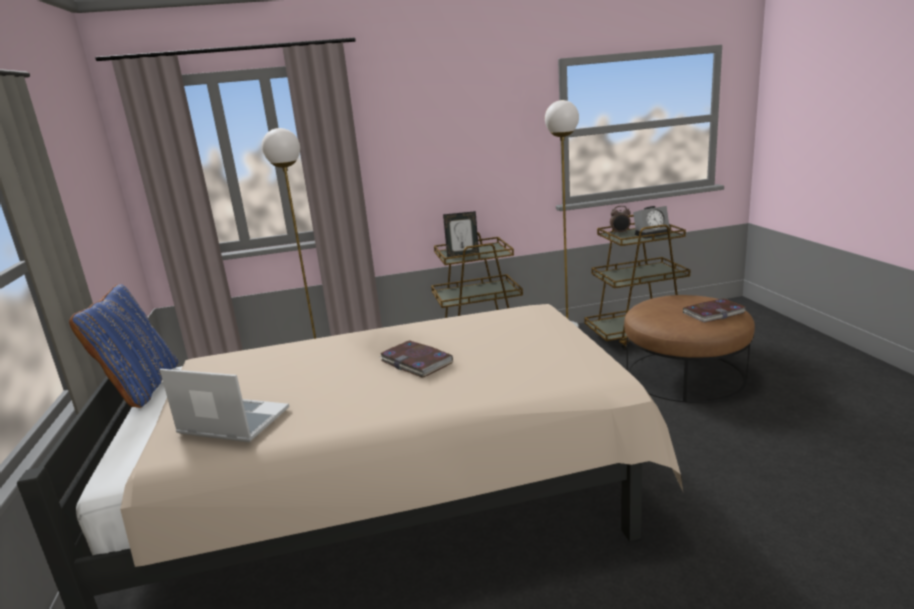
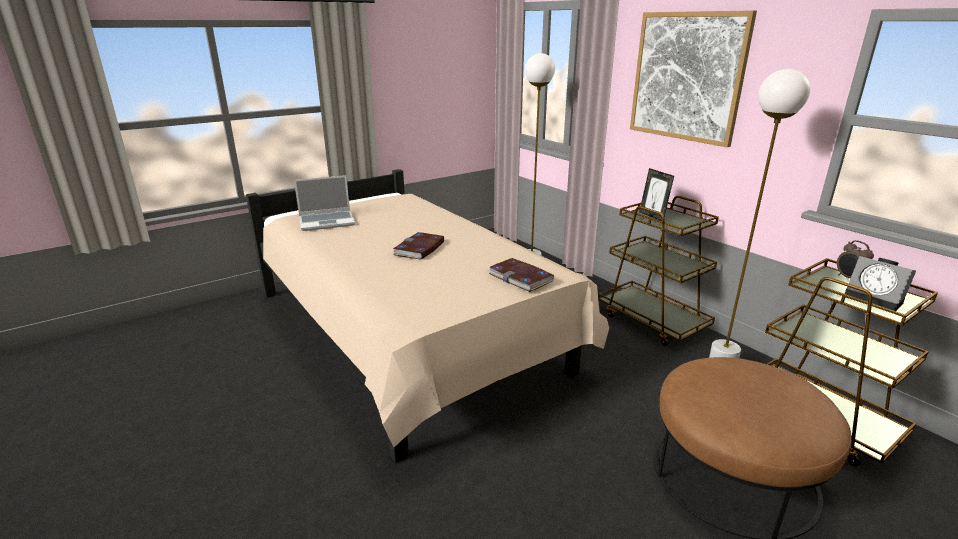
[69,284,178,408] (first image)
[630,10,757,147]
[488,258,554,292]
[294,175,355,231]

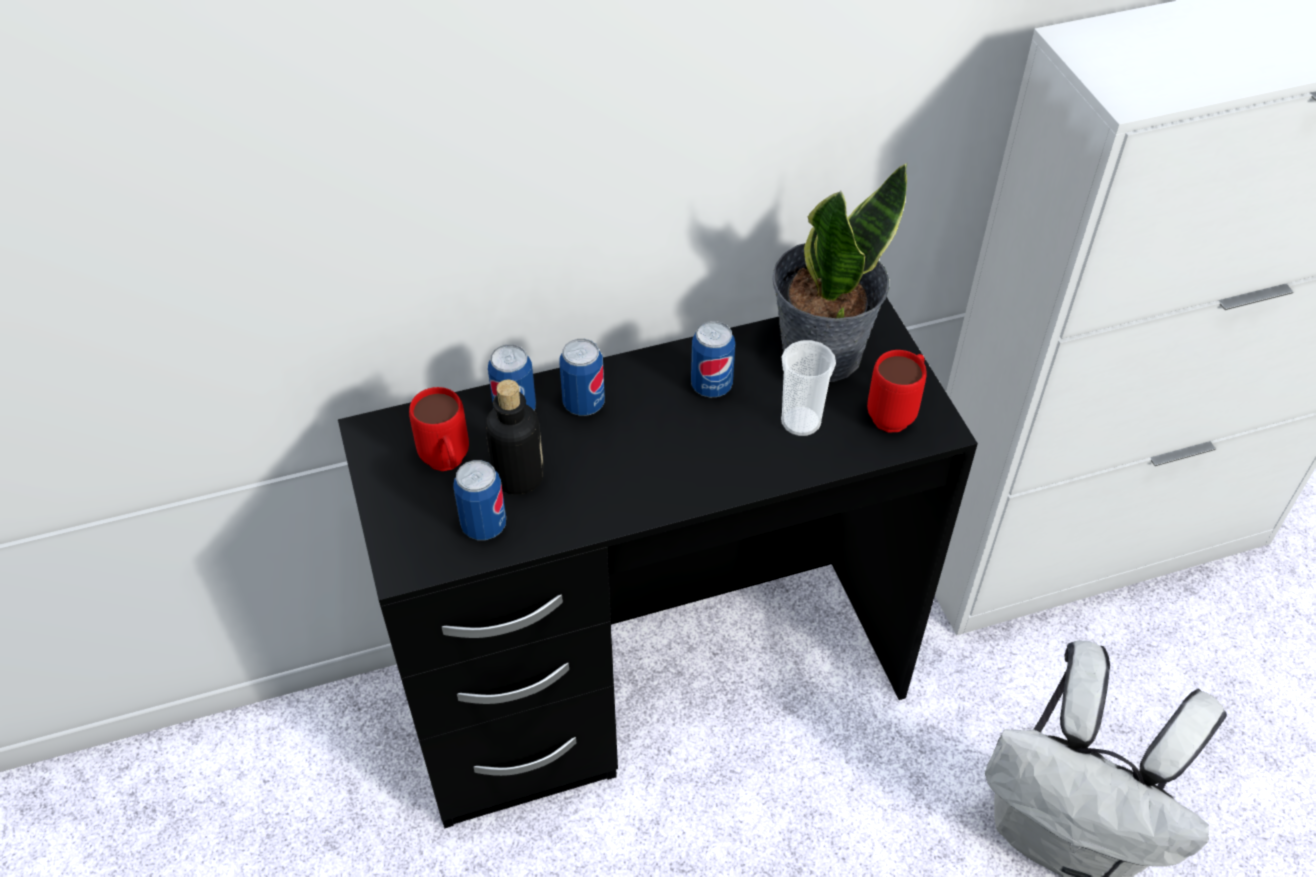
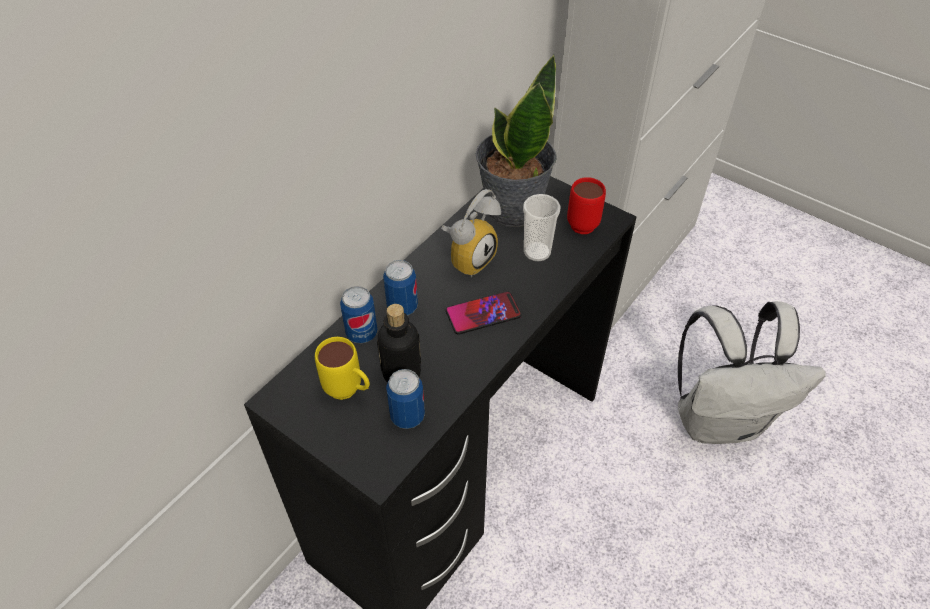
[446,291,521,335]
[441,189,501,277]
[315,337,370,400]

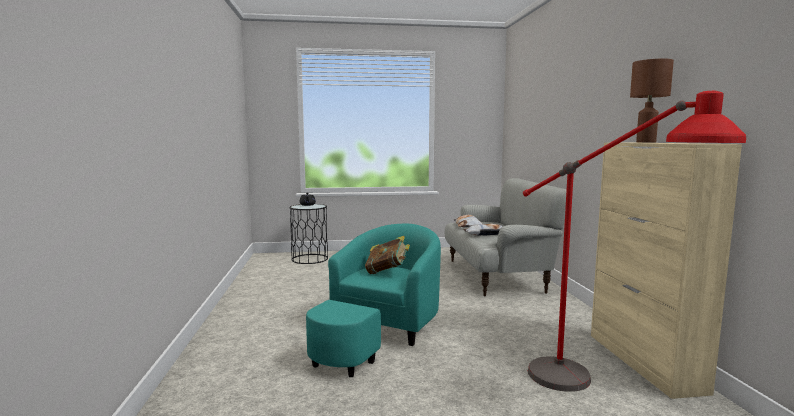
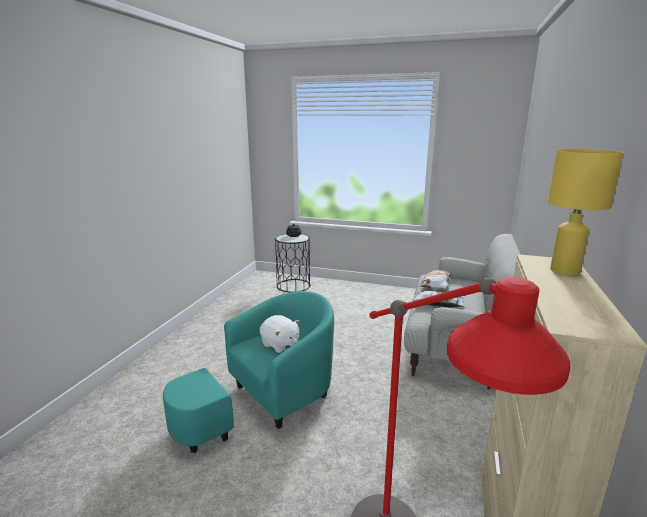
[260,315,300,353]
[547,149,624,276]

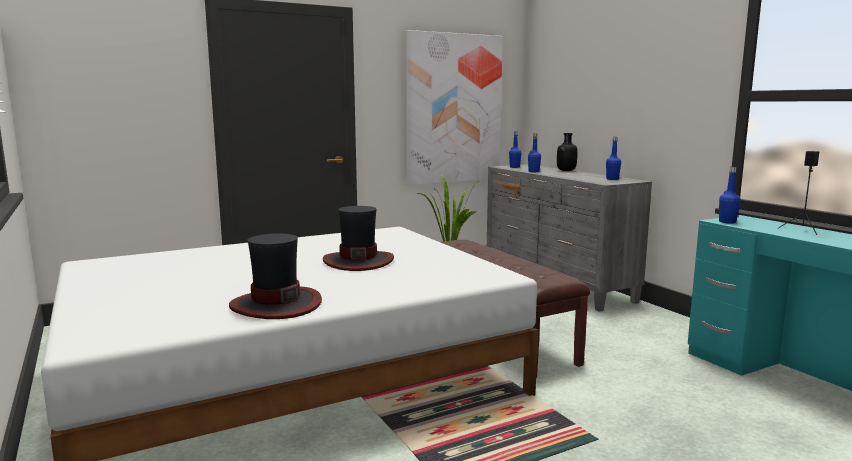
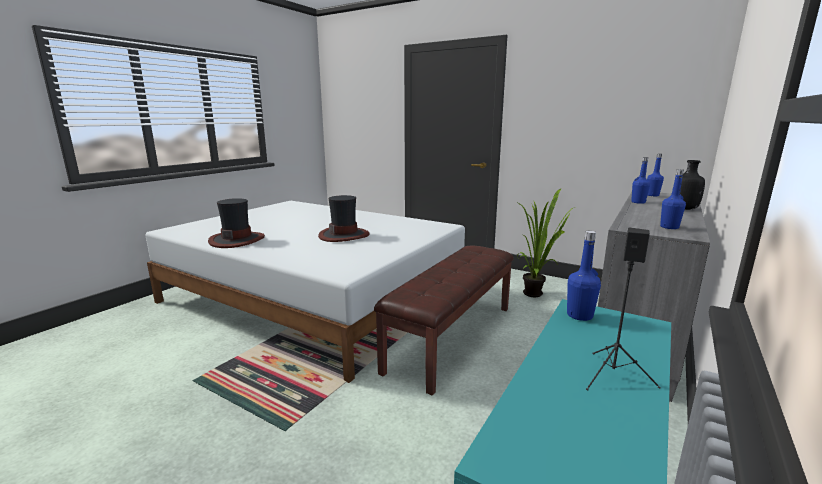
[405,30,503,185] (first image)

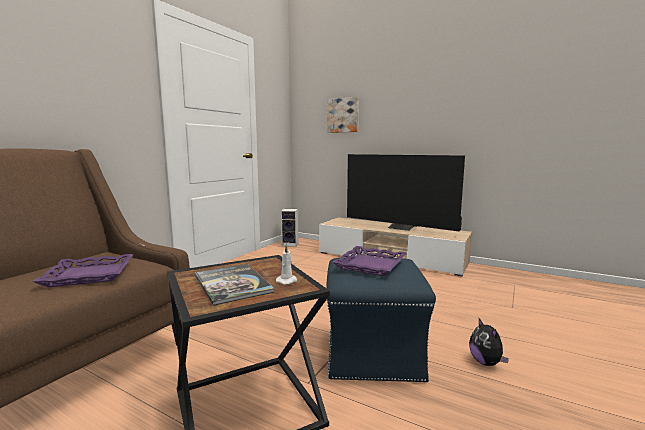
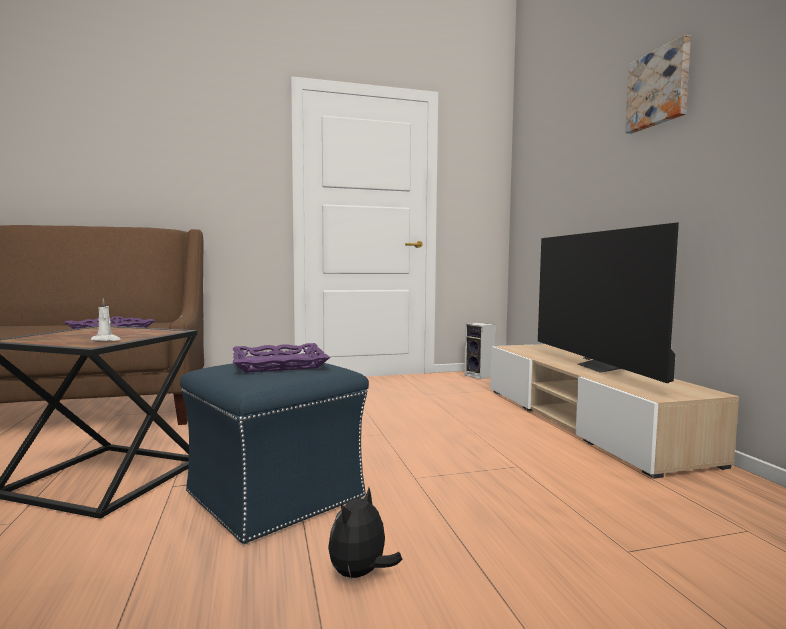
[195,264,275,306] (first image)
[625,35,691,134]

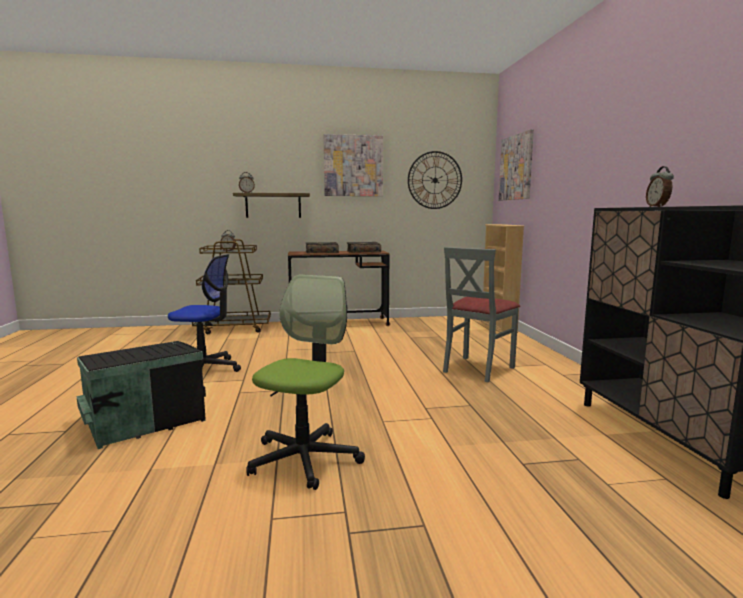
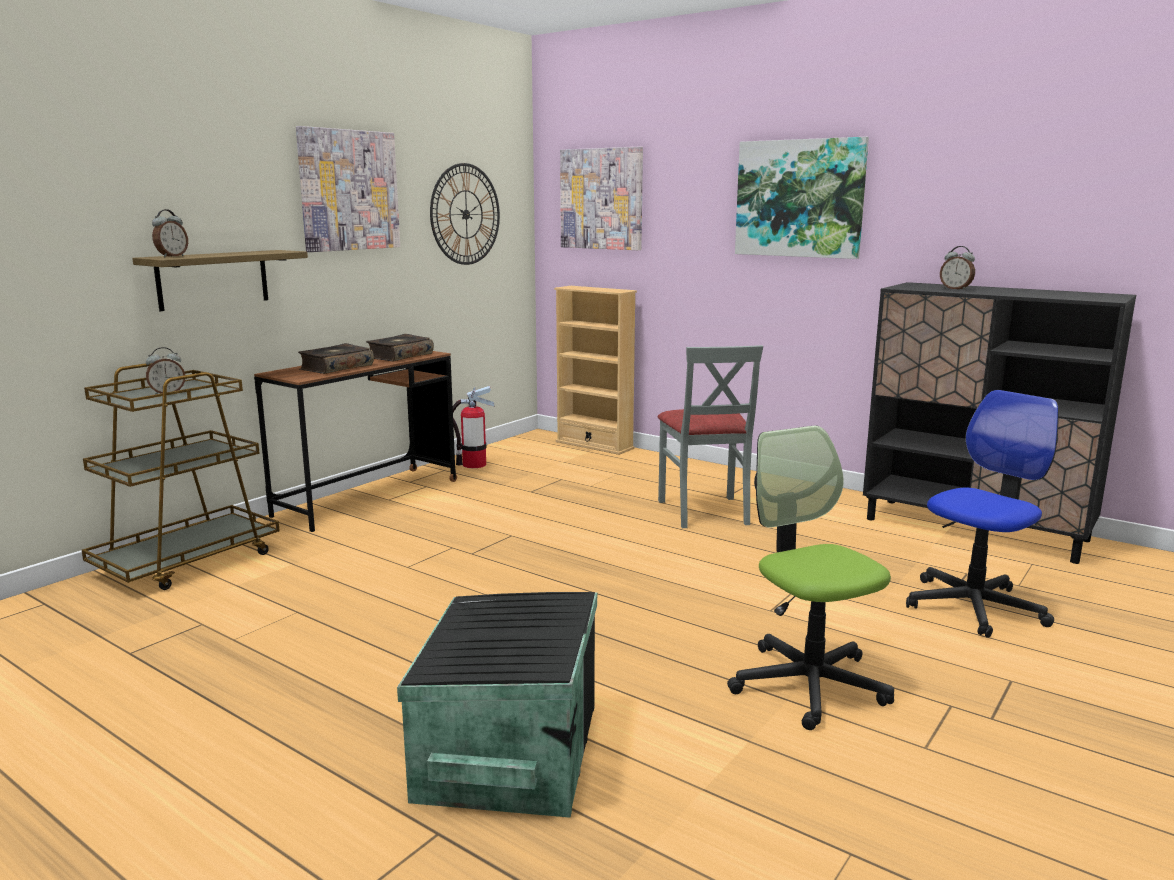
[453,386,494,468]
[735,137,869,259]
[906,390,1059,638]

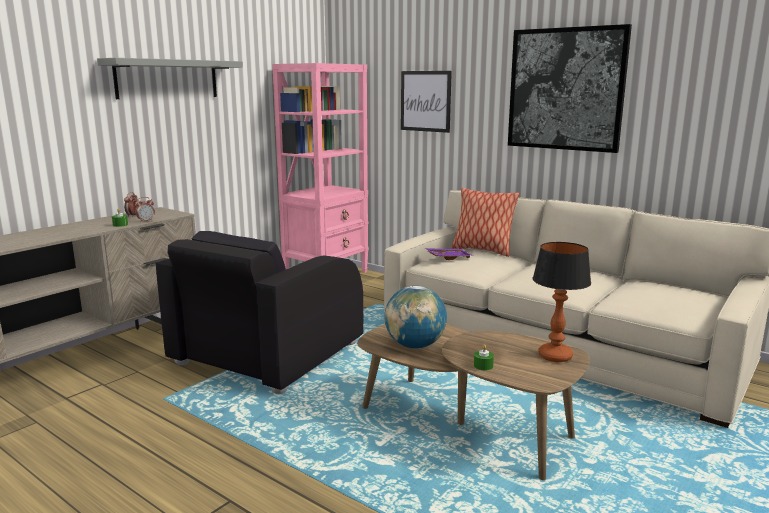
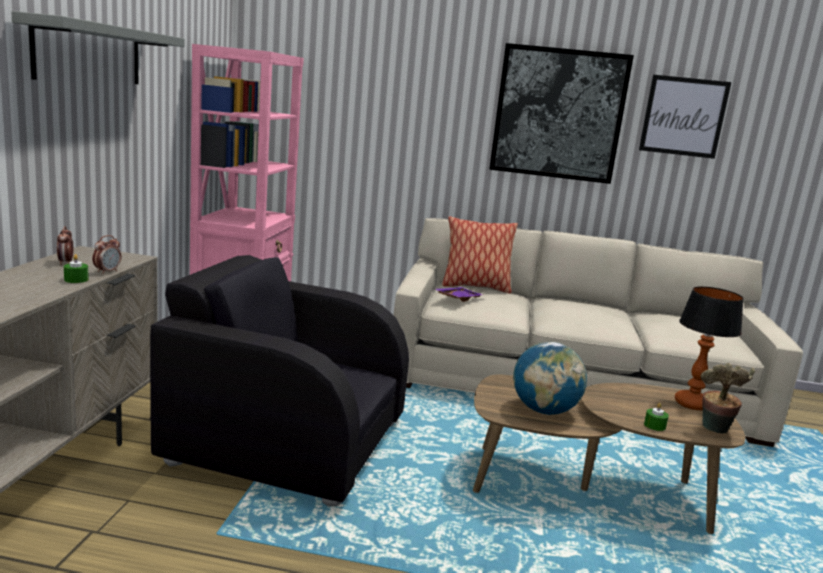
[700,363,755,434]
[639,75,732,159]
[150,255,409,506]

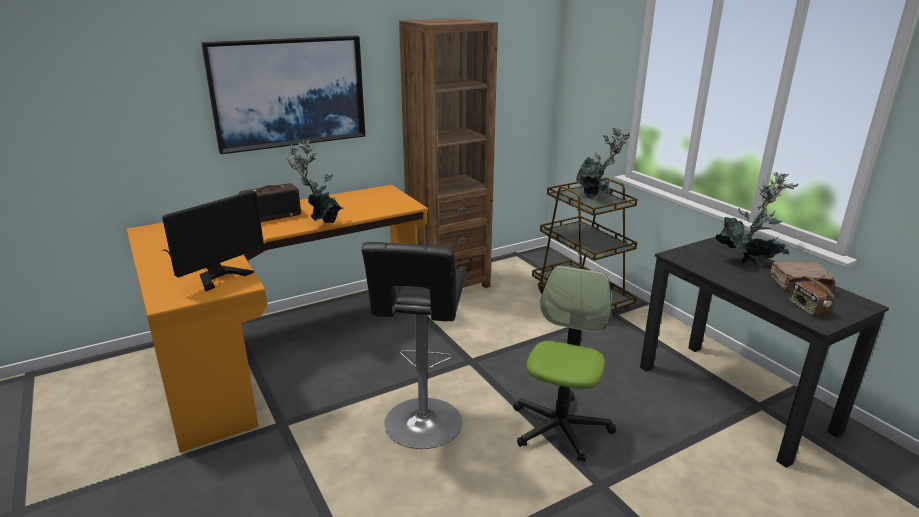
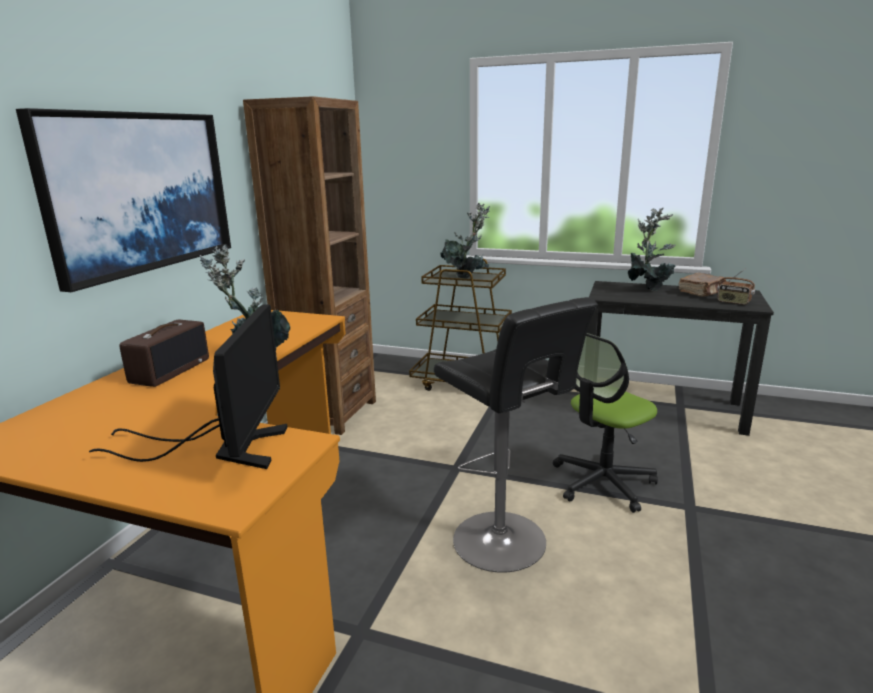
[553,333,658,513]

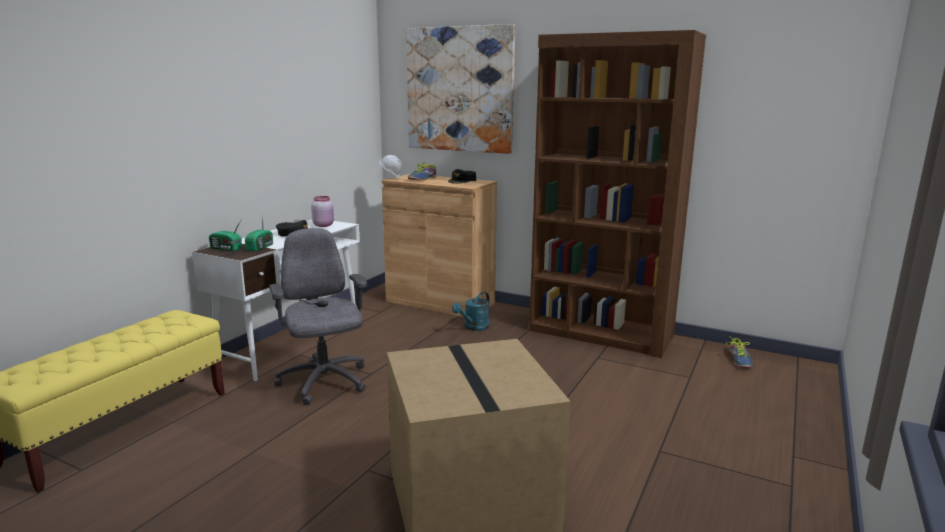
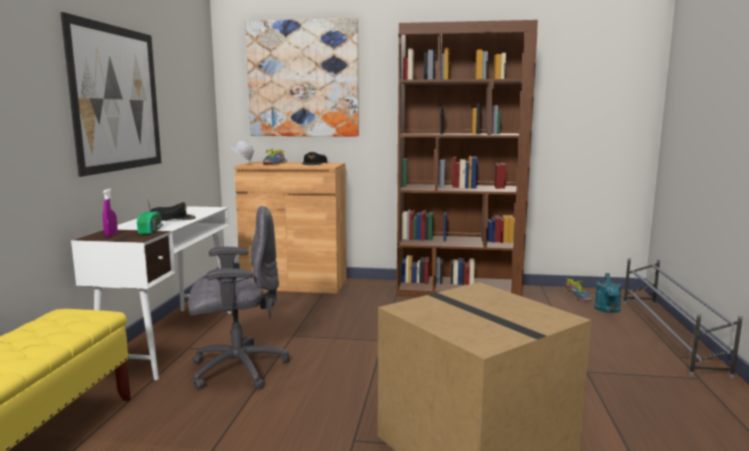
[311,196,334,227] (first image)
[60,12,161,177]
[623,258,743,378]
[594,273,622,313]
[103,189,118,237]
[188,206,289,390]

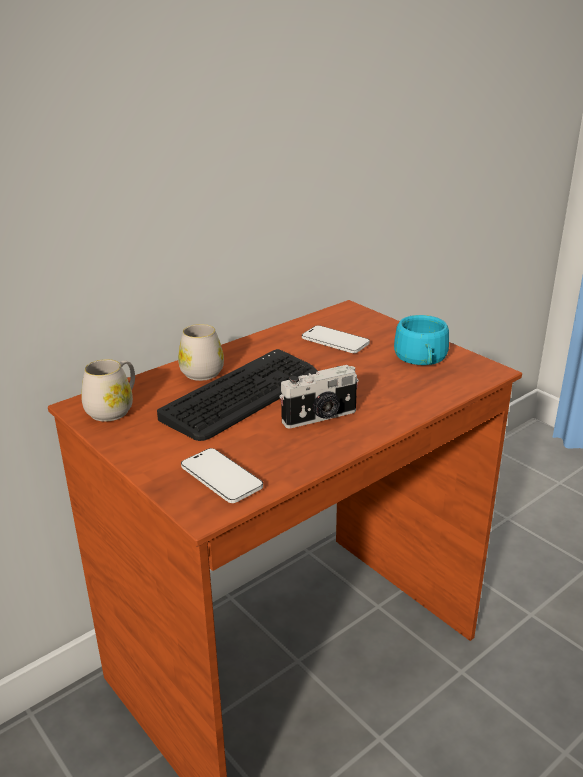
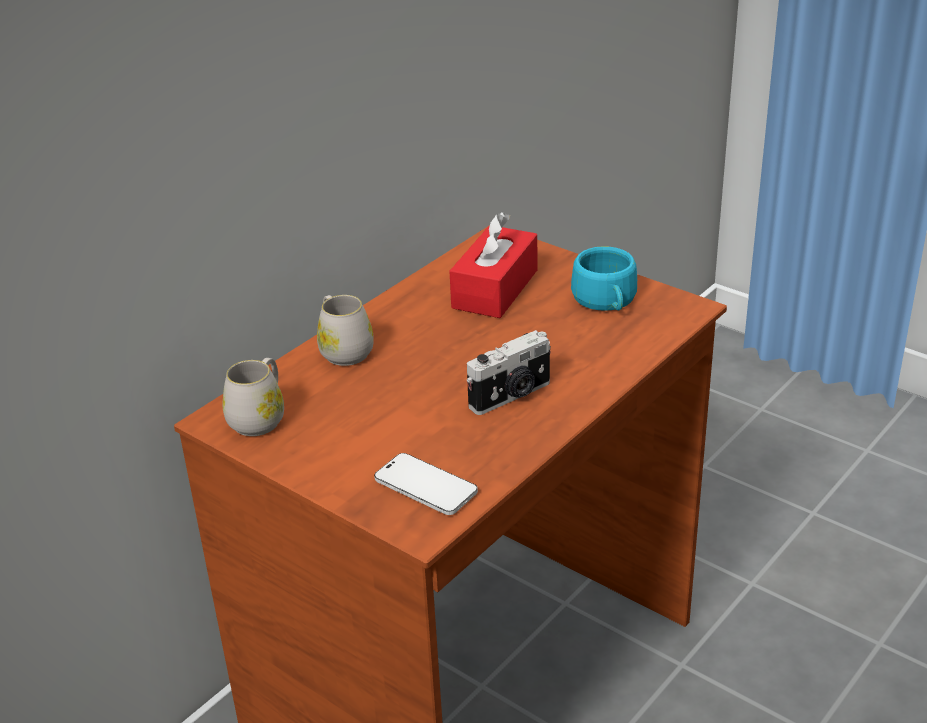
[157,349,318,441] (first image)
[449,212,538,318]

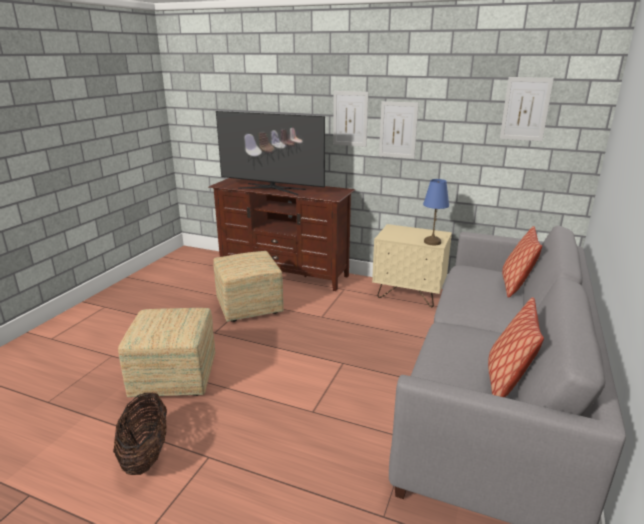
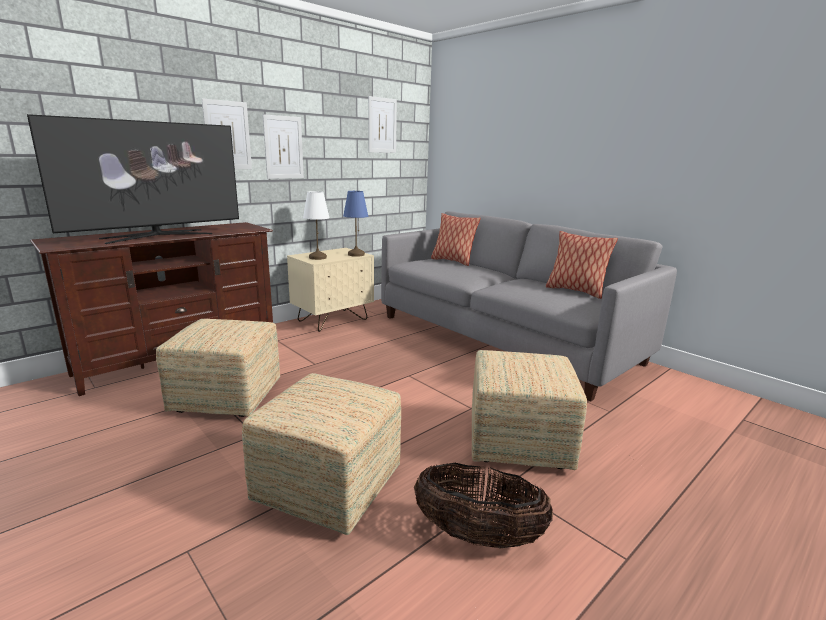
[303,191,330,260]
[472,350,587,470]

